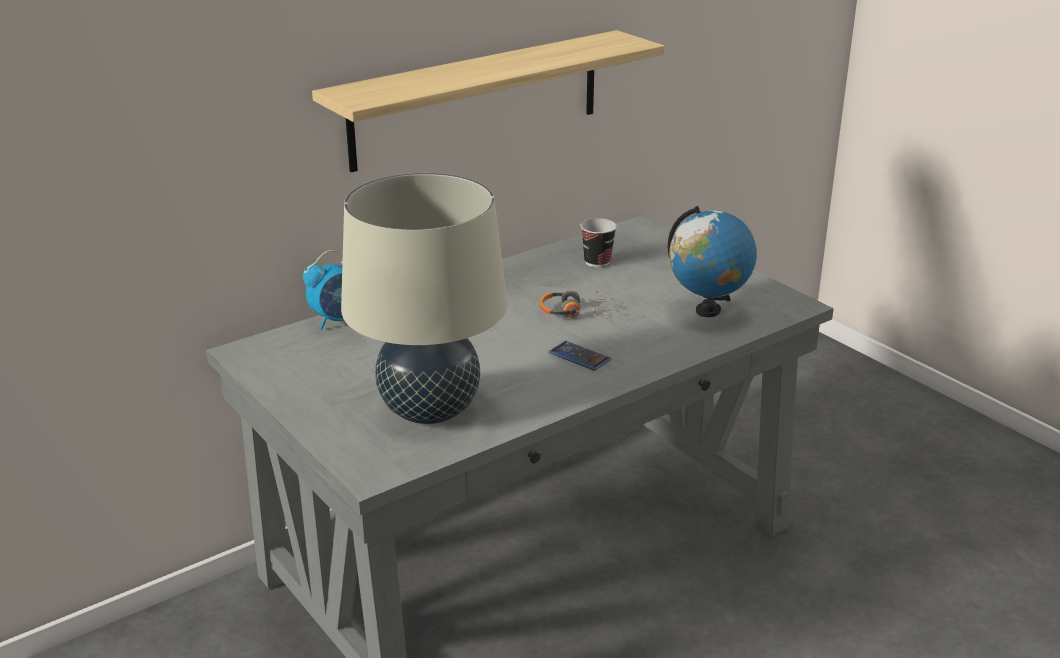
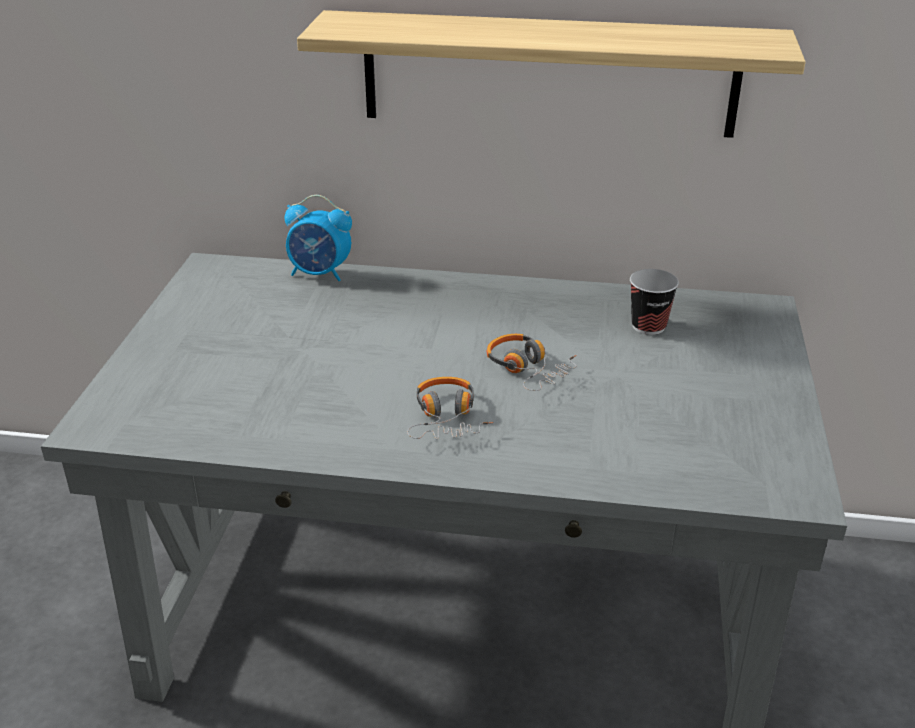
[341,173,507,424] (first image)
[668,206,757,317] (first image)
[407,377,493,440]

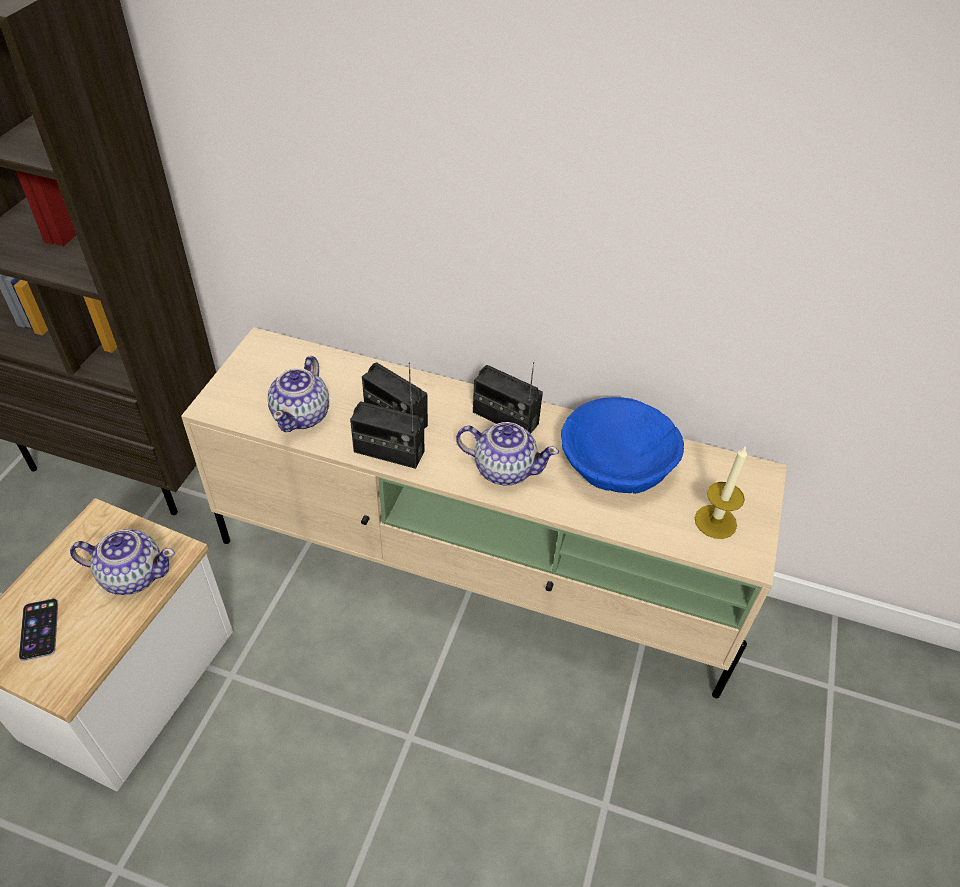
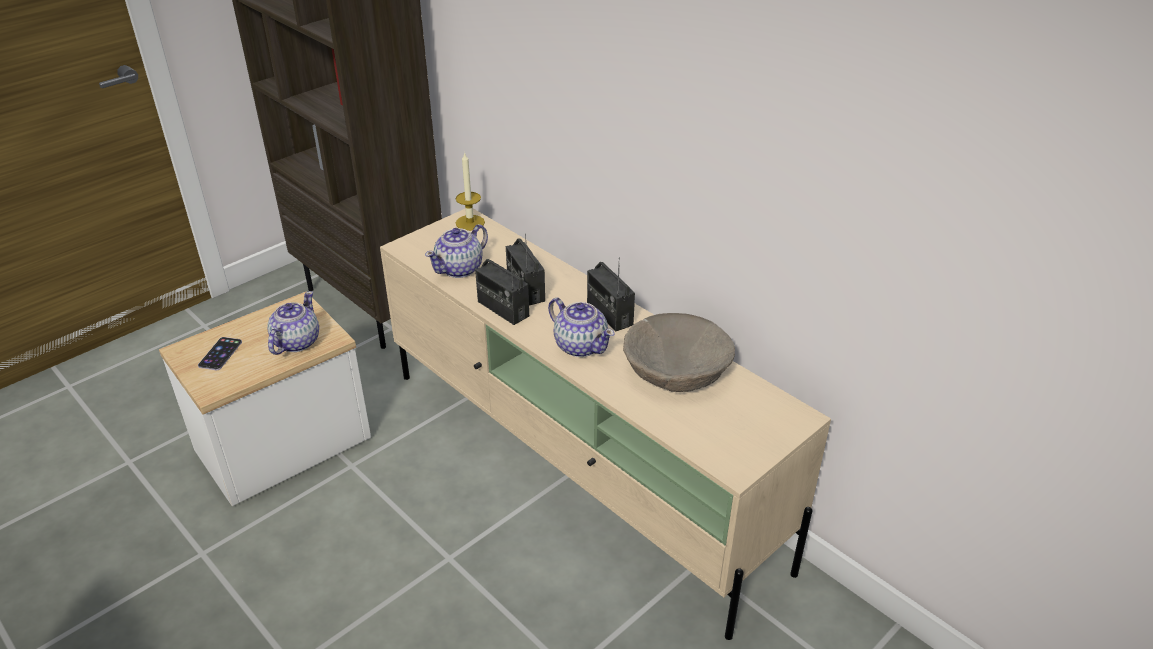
[456,152,485,231]
[623,313,735,392]
[267,291,319,355]

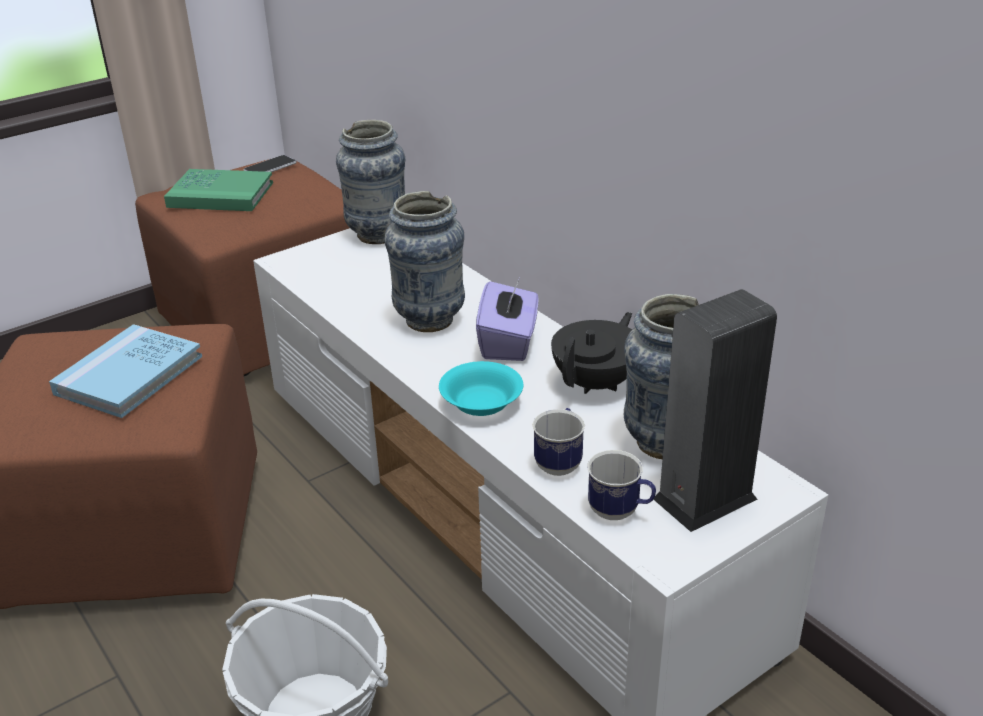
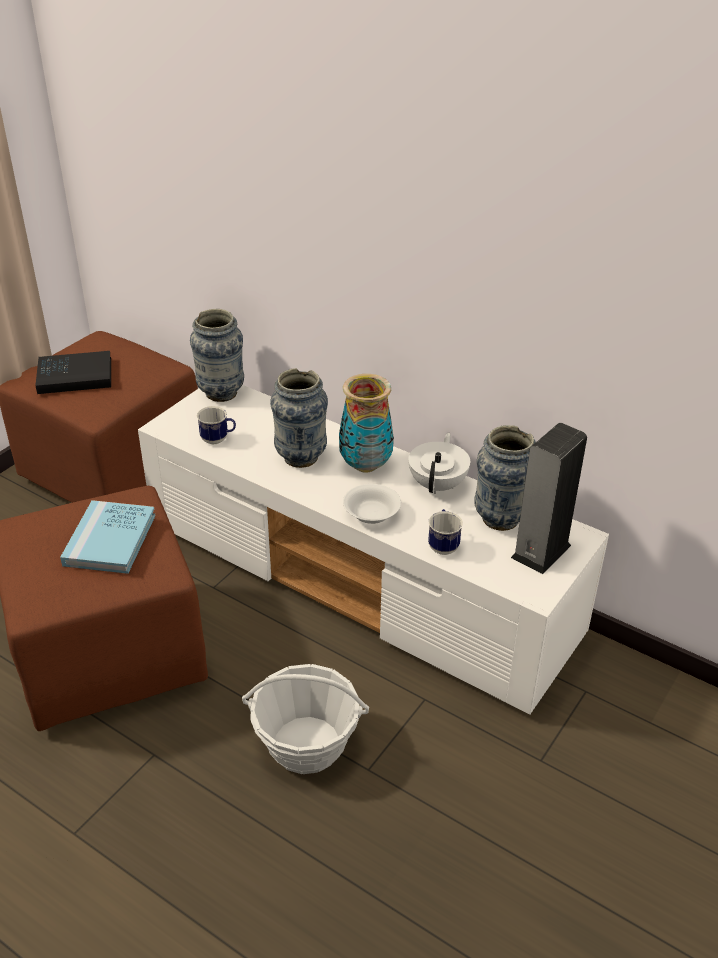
[243,155,296,172] (first image)
[197,406,236,444]
[339,374,394,473]
[35,351,111,394]
[343,484,401,524]
[408,433,470,494]

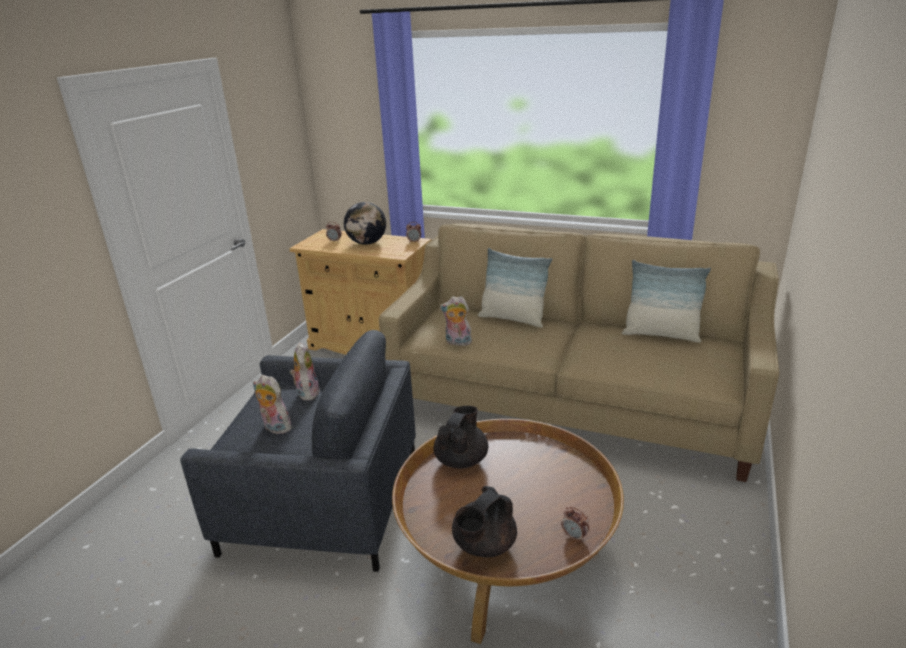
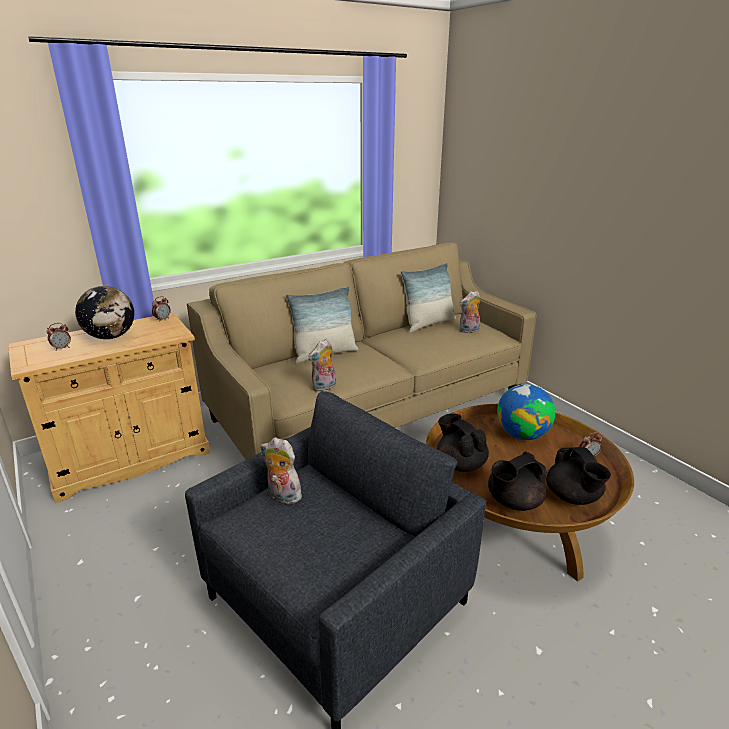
[488,451,547,511]
[497,384,555,440]
[460,291,480,333]

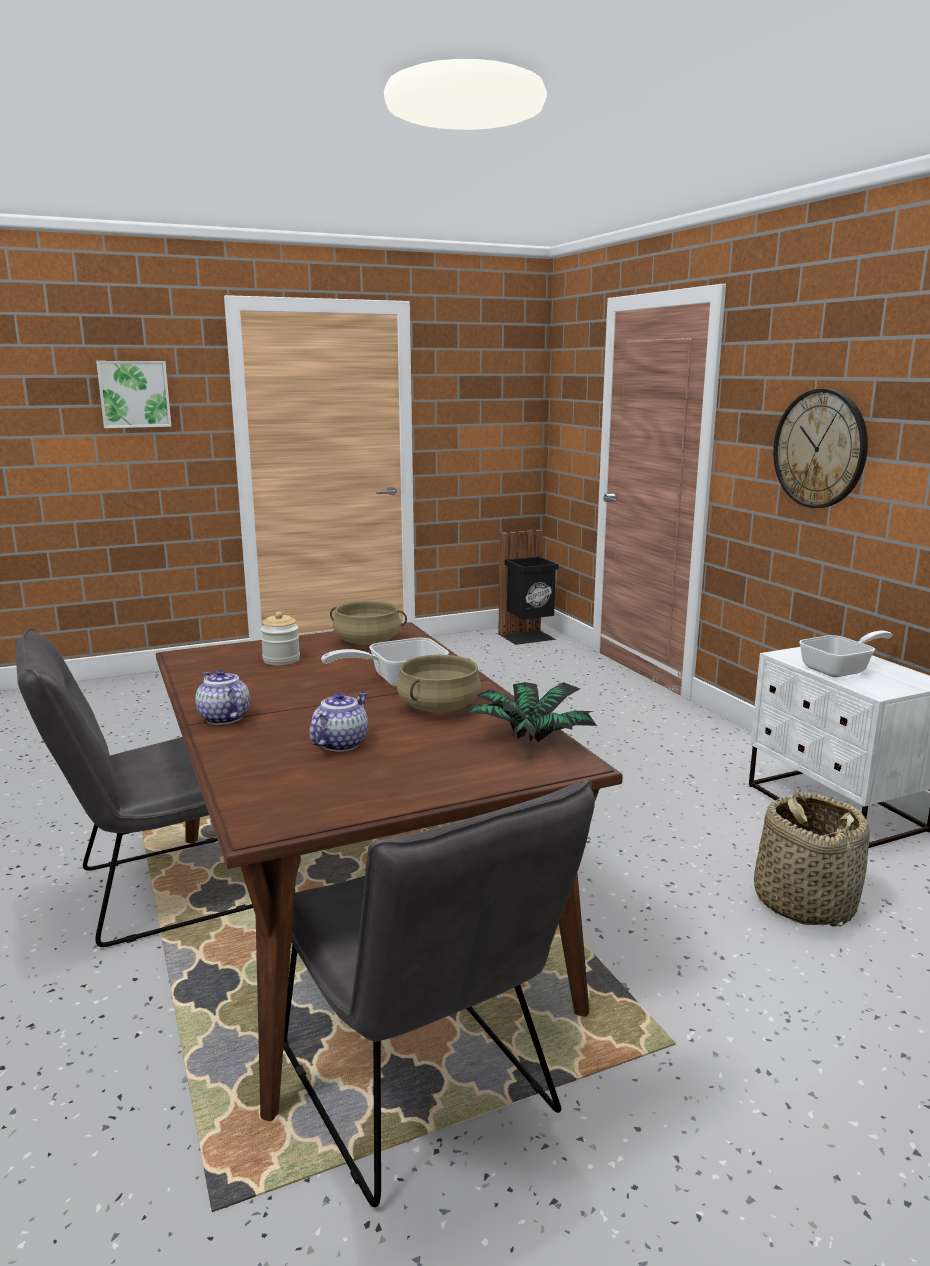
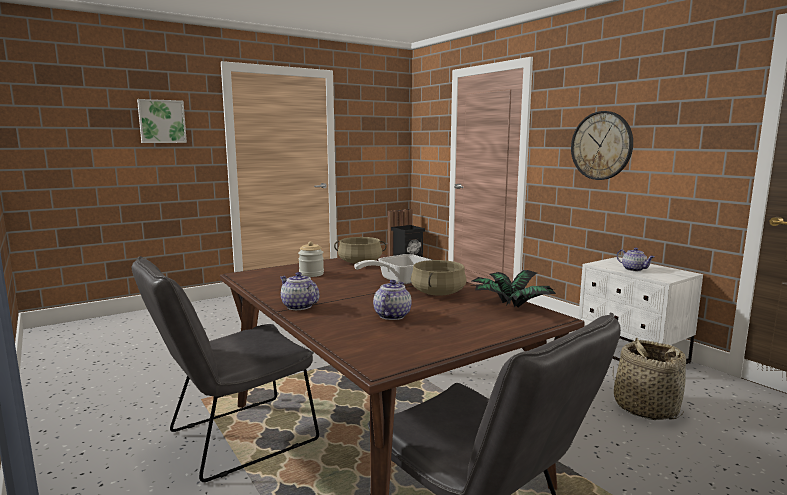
[617,247,655,271]

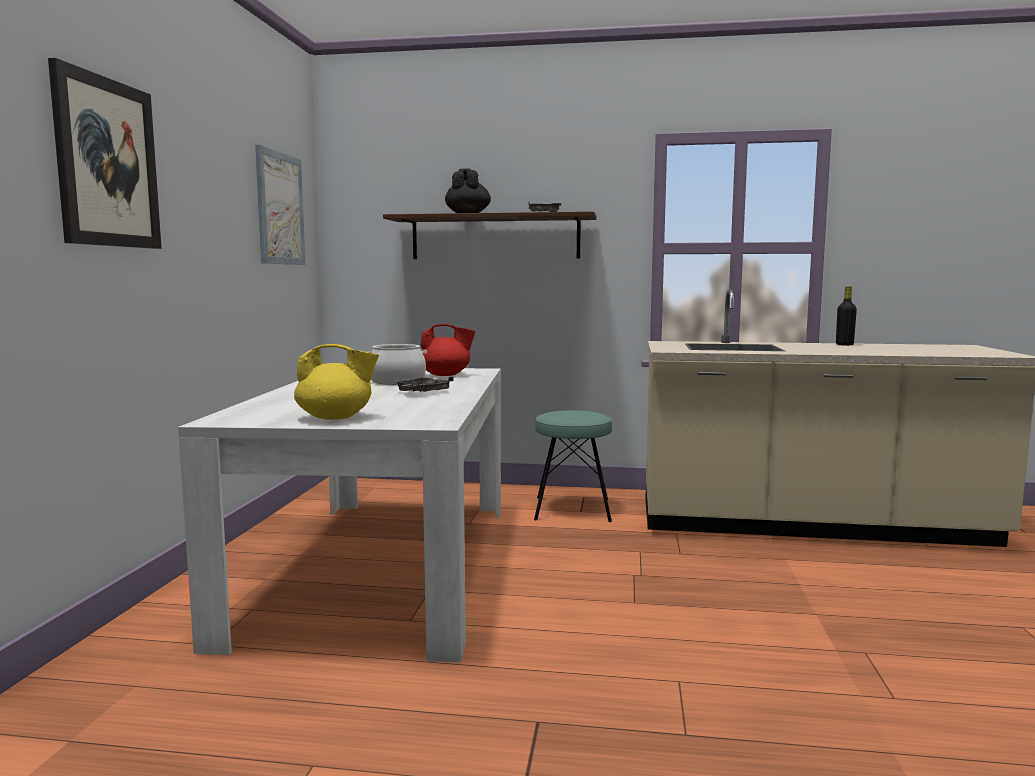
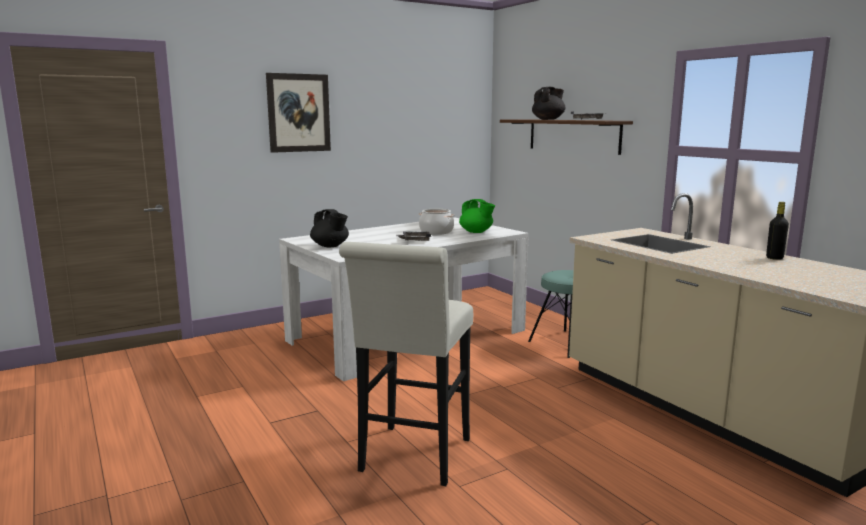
[255,145,306,265] (first image)
[339,242,473,486]
[310,209,349,247]
[459,199,495,233]

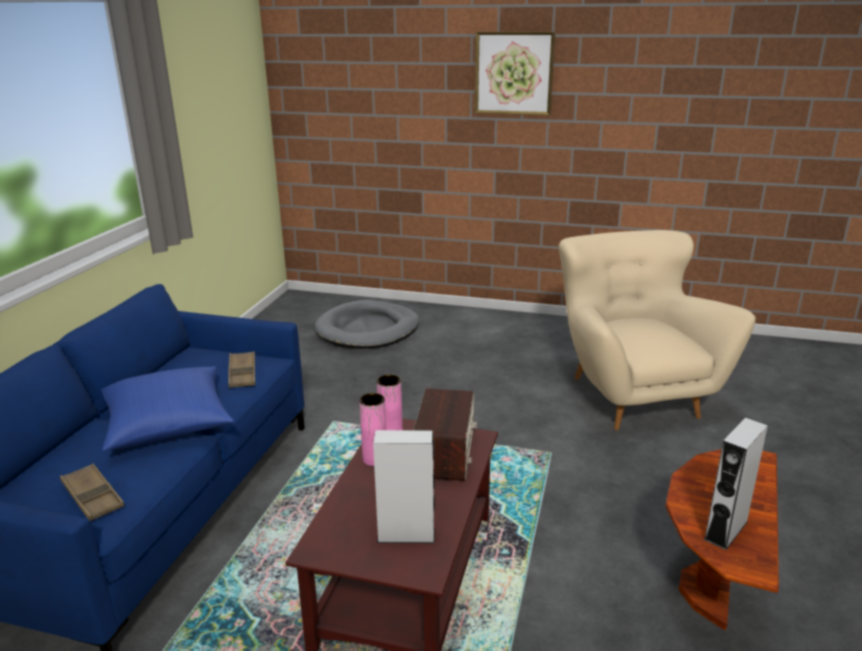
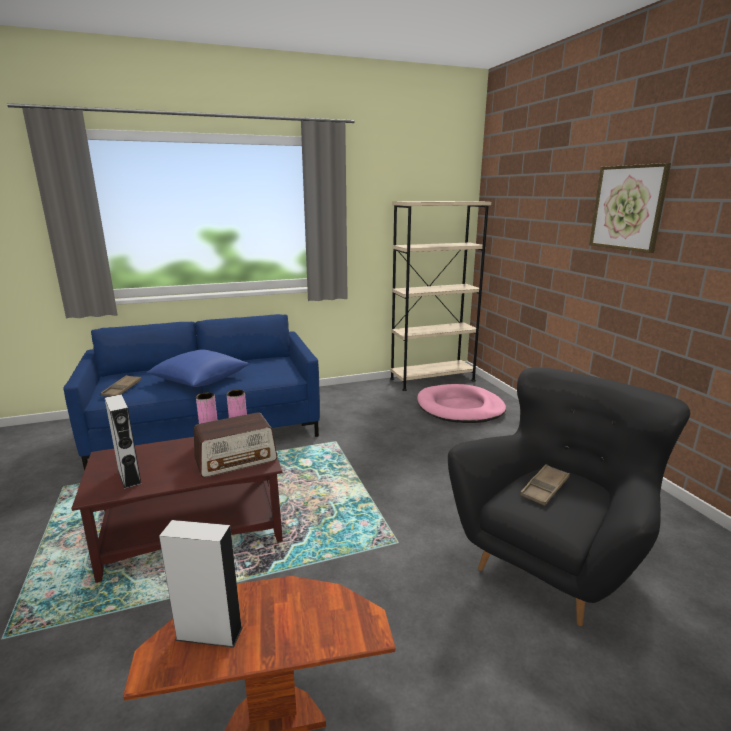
[390,201,491,391]
[520,464,570,506]
[417,384,506,423]
[448,367,690,626]

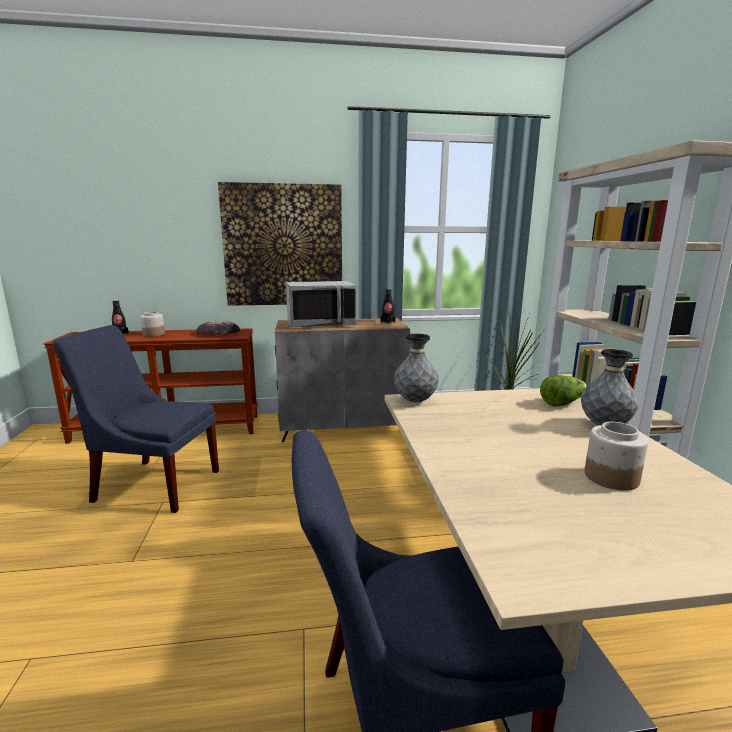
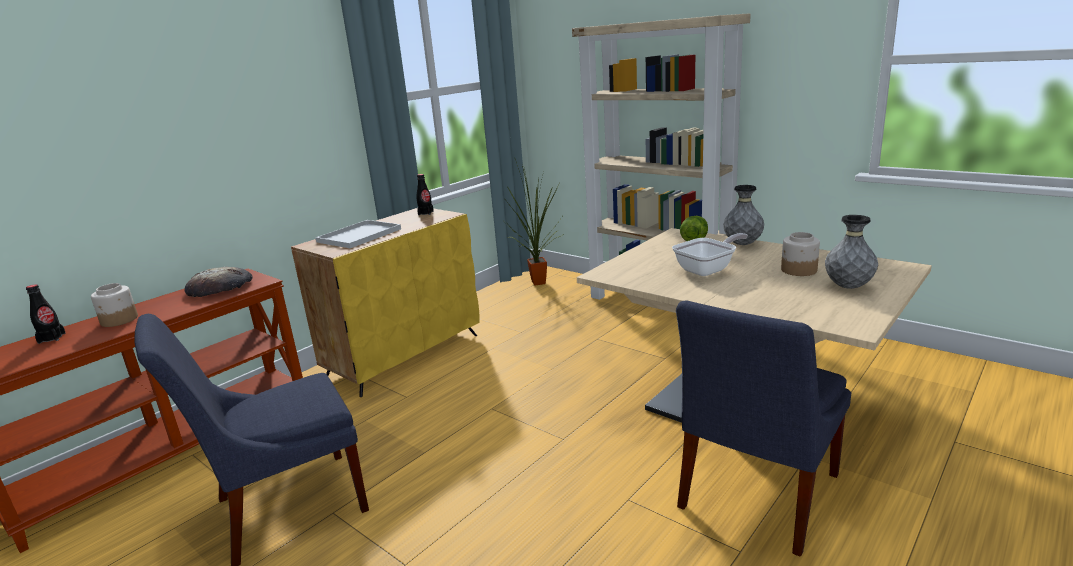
[218,182,342,306] (first image)
[672,233,748,276]
[825,215,878,289]
[315,220,401,248]
[291,208,480,397]

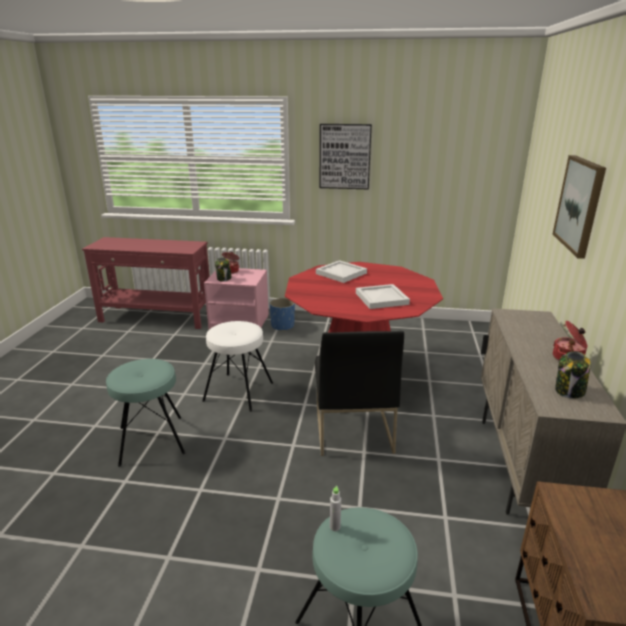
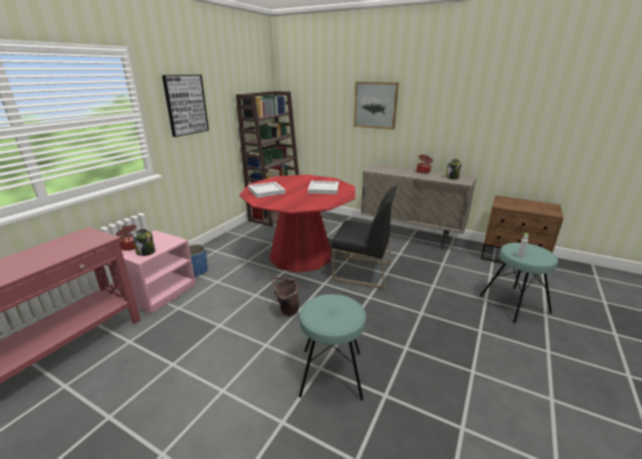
[236,91,299,227]
[271,277,299,316]

